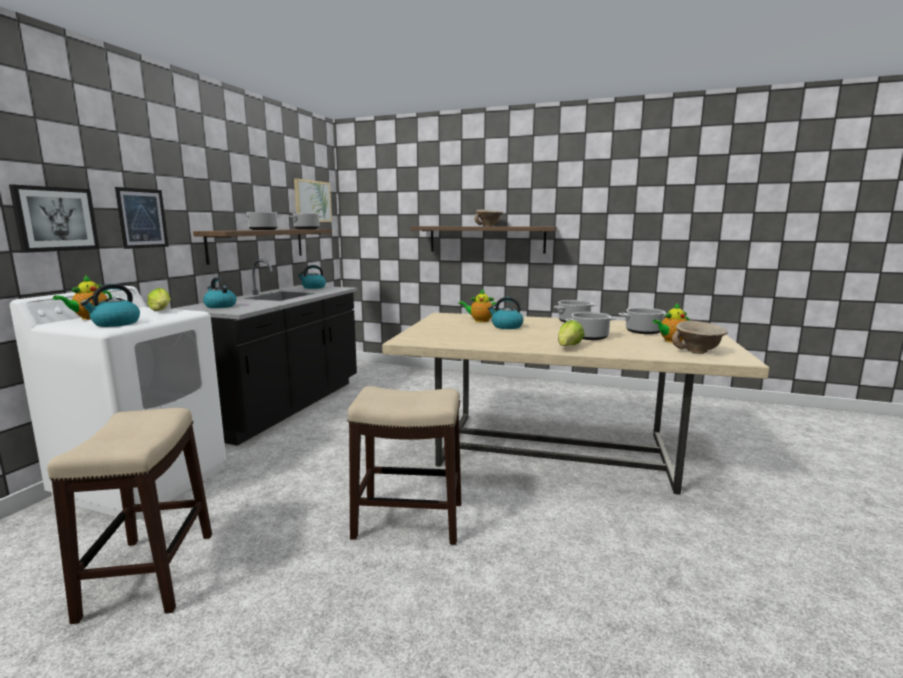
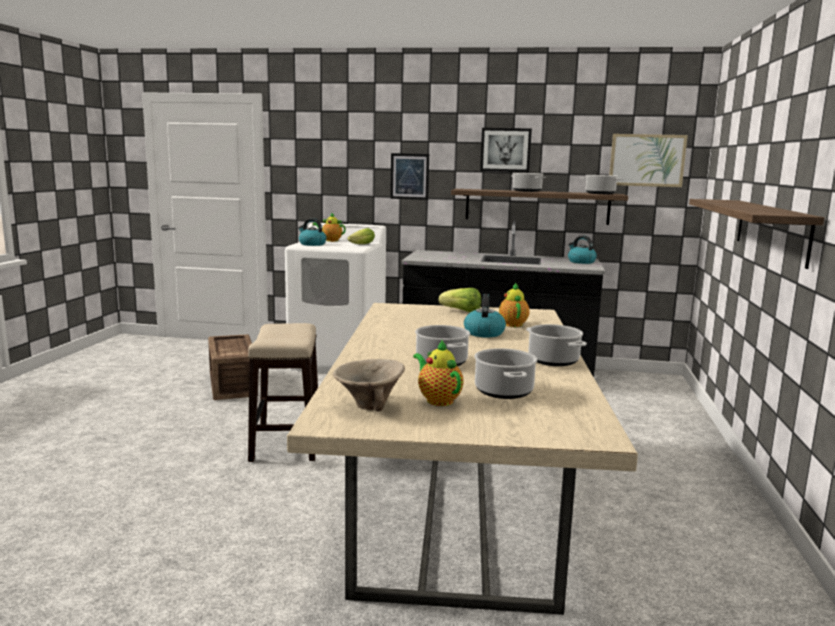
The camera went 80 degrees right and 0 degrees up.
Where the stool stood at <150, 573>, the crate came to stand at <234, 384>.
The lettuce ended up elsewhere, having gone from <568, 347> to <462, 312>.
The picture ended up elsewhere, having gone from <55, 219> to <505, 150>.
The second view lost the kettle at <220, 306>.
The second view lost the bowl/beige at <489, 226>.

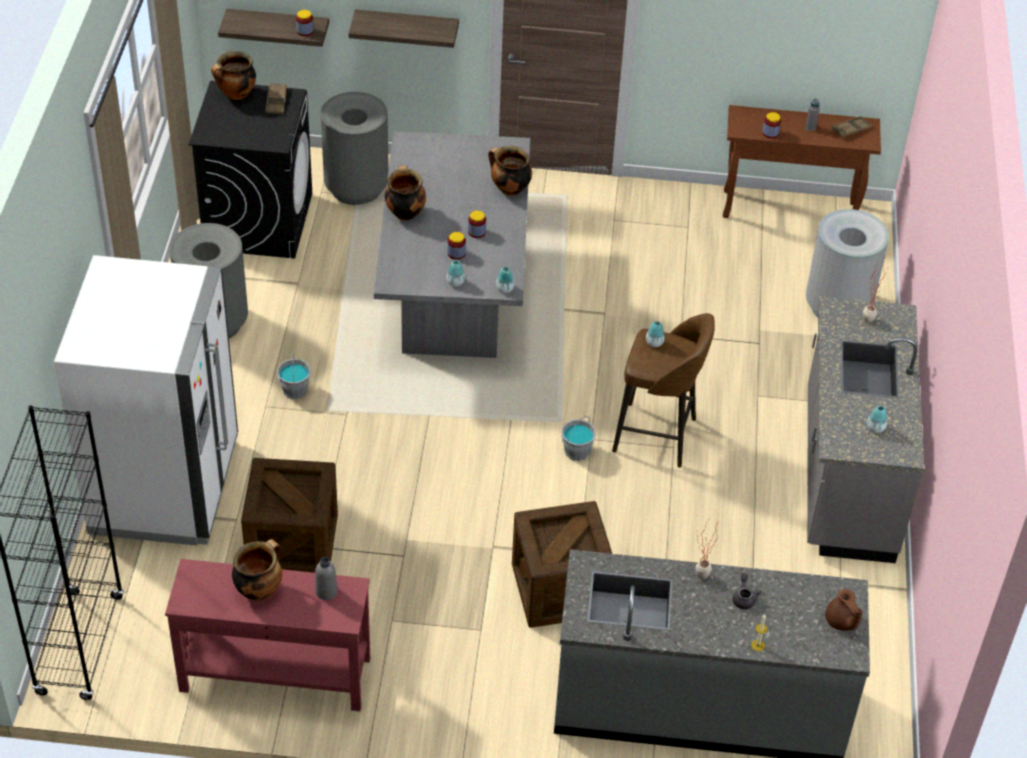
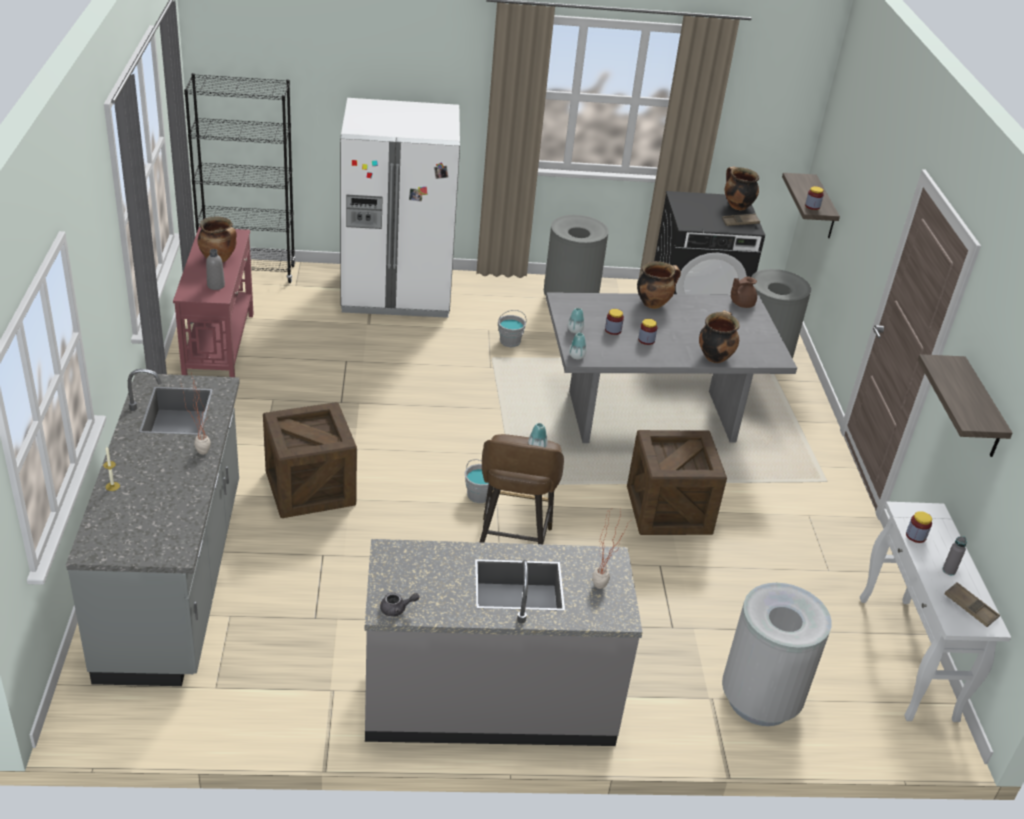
The camera went 80 degrees right and 10 degrees down.
The teapot/grey ended up elsewhere, having gone from <744, 598> to <397, 609>.
The crate ended up elsewhere, having gone from <292, 543> to <668, 510>.
The teapot/brown ended up elsewhere, having gone from <841, 622> to <741, 303>.
What was the console table/brown at <790, 210> turned into the console table/white at <907, 659>.
The shelf ended up elsewhere, having gone from <407, 27> to <981, 410>.
The second view lost the vase at <875, 428>.

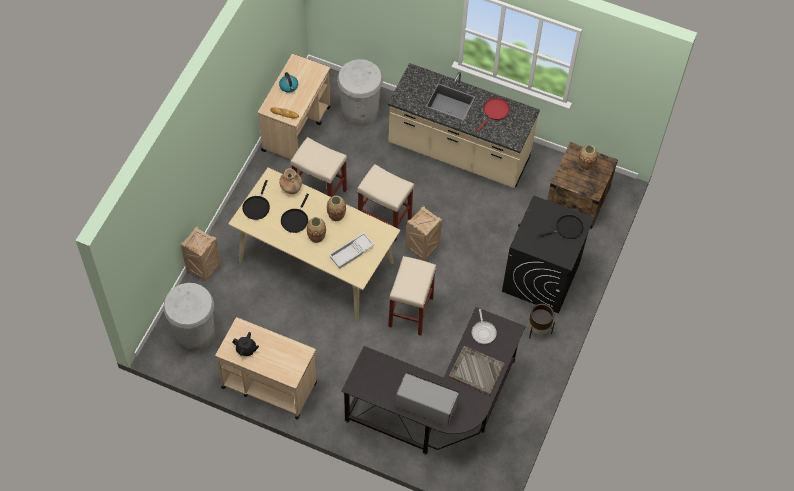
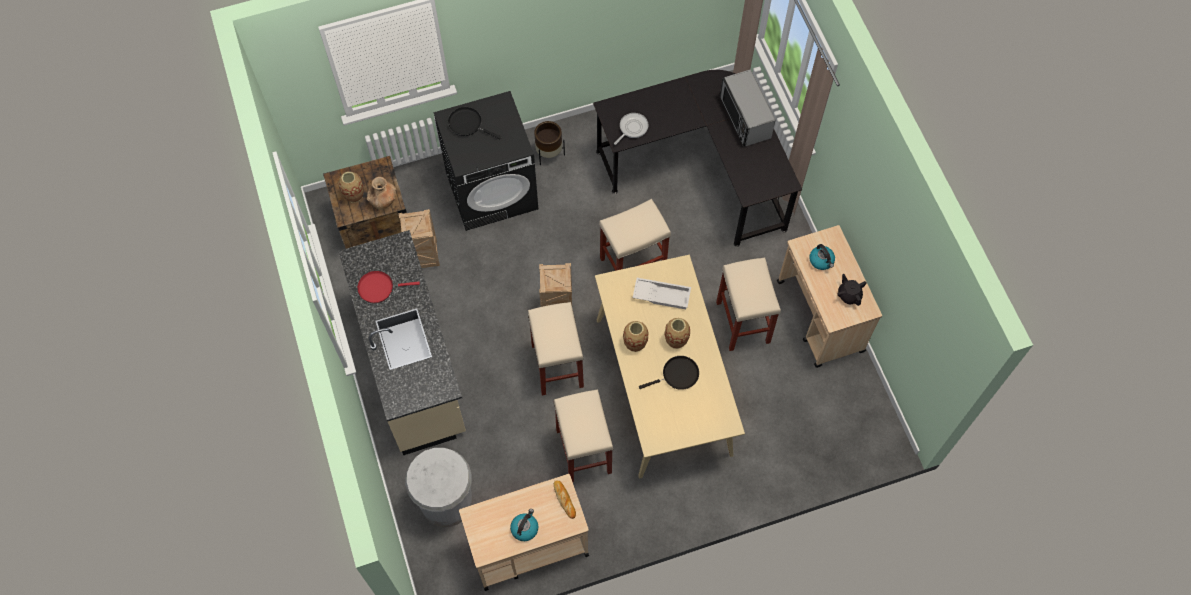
The camera went 130 degrees left and 5 degrees up.
The vase/brown ended up elsewhere, having gone from <291, 188> to <383, 200>.
The crate ended up elsewhere, having gone from <203, 269> to <424, 257>.
The second view gained the stool/beige at <743, 323>.
The second view gained the kettle at <821, 261>.
The second view lost the trash can/white at <194, 333>.
The second view lost the frying pan/black at <256, 207>.
The second view lost the tray/grey at <476, 370>.

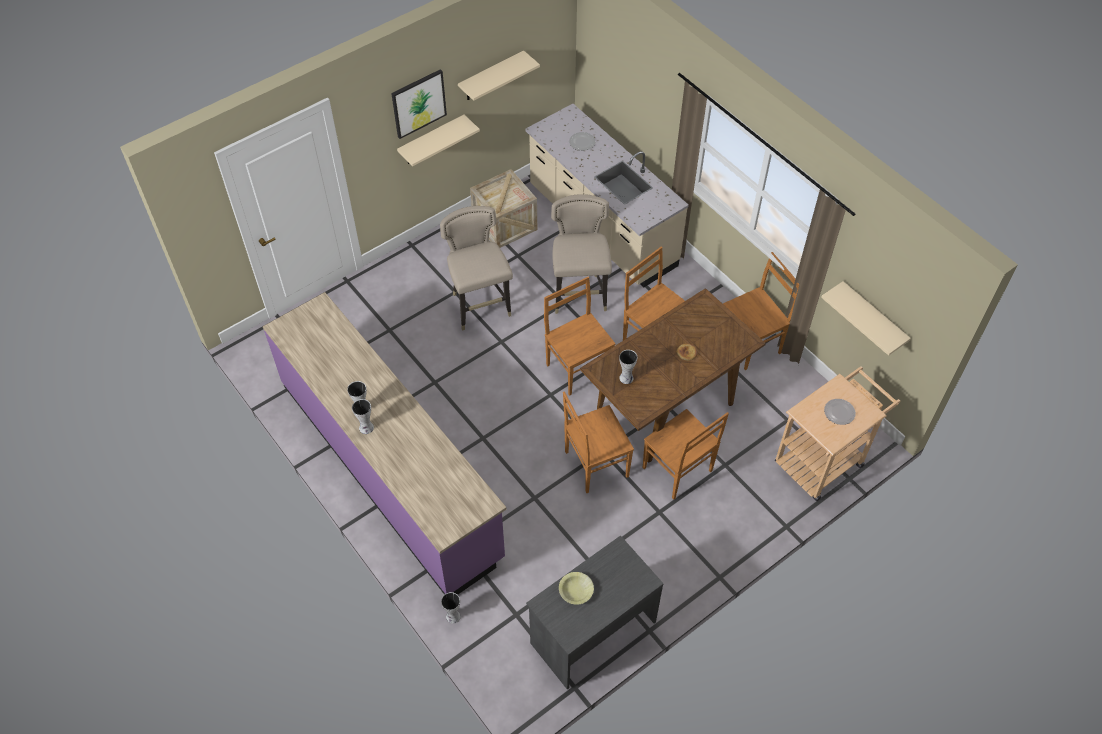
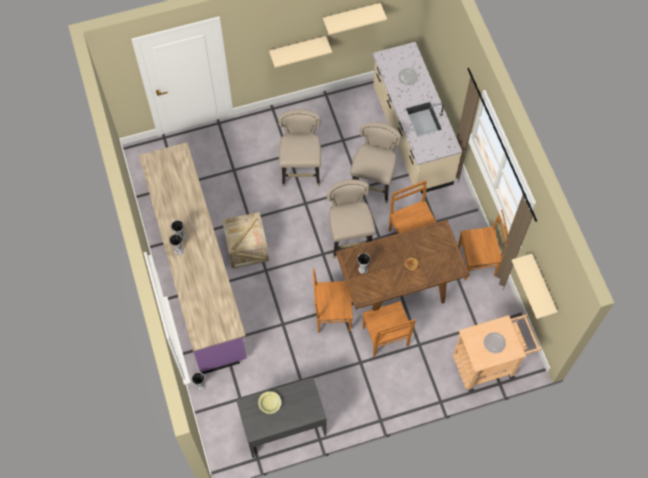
The camera went 20 degrees right and 10 degrees up.
The crate ended up elsewhere, having gone from <504, 224> to <246, 248>.
Where the chair/brown stood at <577, 368>, the stool/beige came to stand at <349, 240>.
The second view lost the picture at <418, 103>.

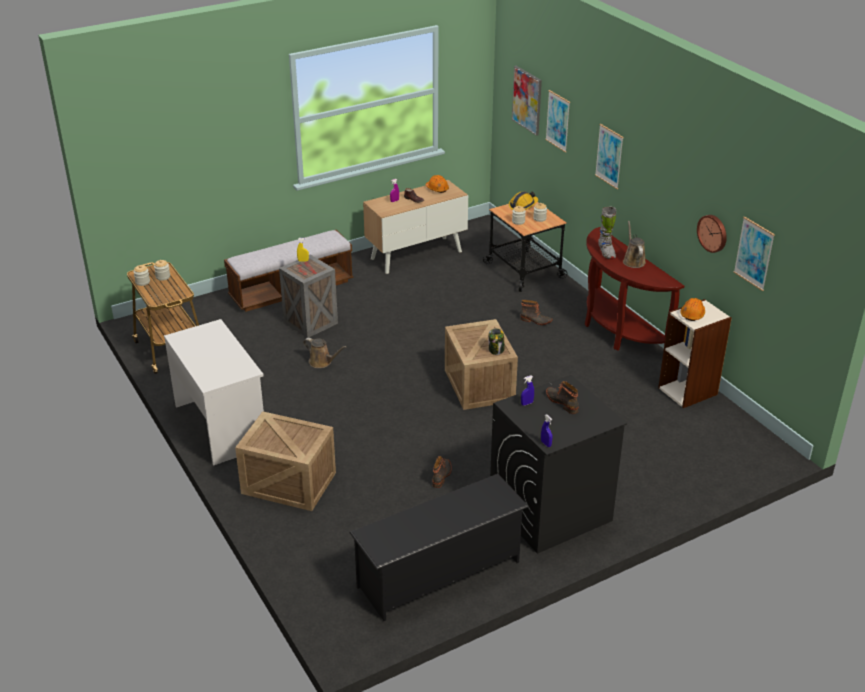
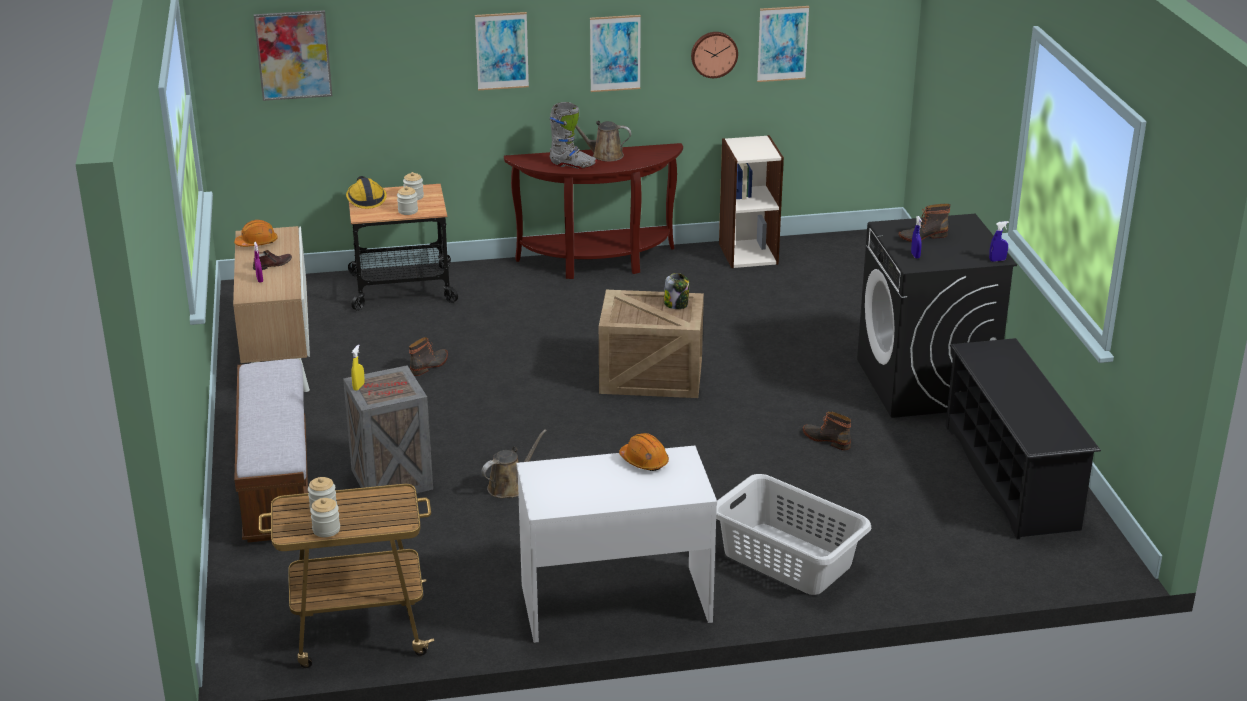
The camera went 70 degrees left and 5 degrees down.
The boot ended up elsewhere, having gone from <536, 321> to <430, 365>.
The picture ended up elsewhere, having gone from <558, 121> to <615, 53>.
The hard hat/orange ended up elsewhere, having gone from <692, 314> to <644, 461>.
Where the crate stood at <290, 483>, the laundry basket/grey came to stand at <787, 558>.

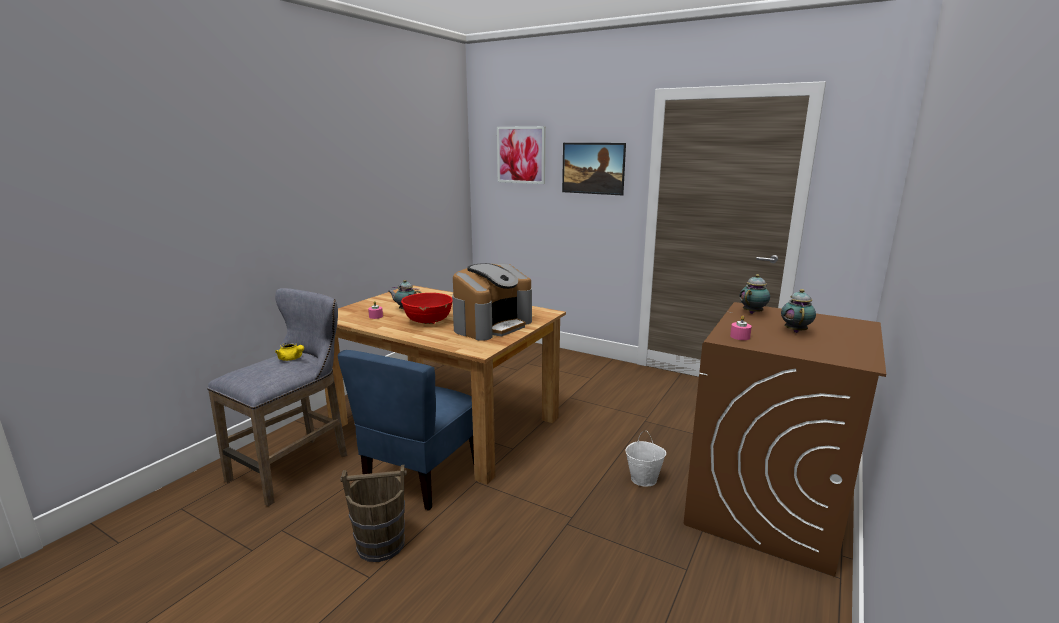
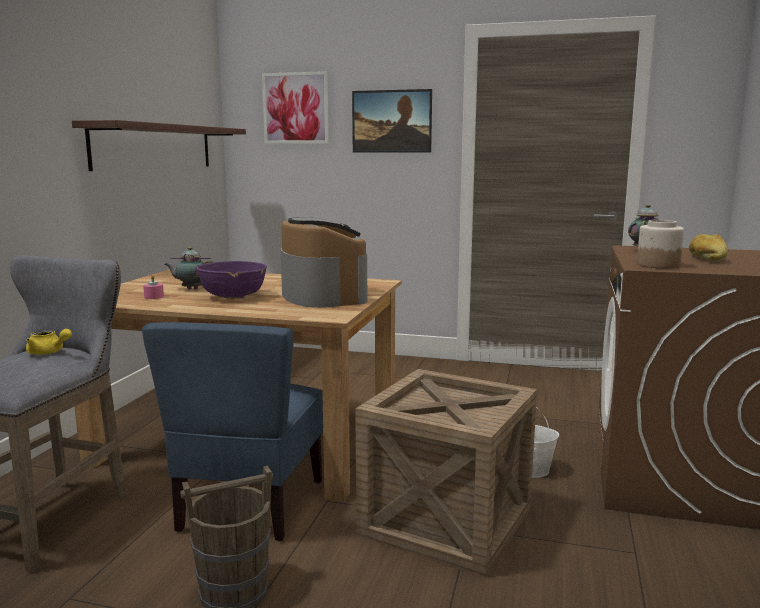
The camera went 15 degrees left and 5 degrees down.
The second view gained the shelf at <155, 147>.
What was the bowl/red at <428, 321> turned into the bowl/purple at <233, 297>.
The coffee machine at <492, 325> ended up facing another way, 45 degrees counterclockwise from before.
The second view gained the crate at <446, 522>.
Where the candle/pink stood at <740, 336>, the jar came to stand at <657, 265>.
Where the teapot stood at <795, 331>, the bread came to stand at <706, 259>.

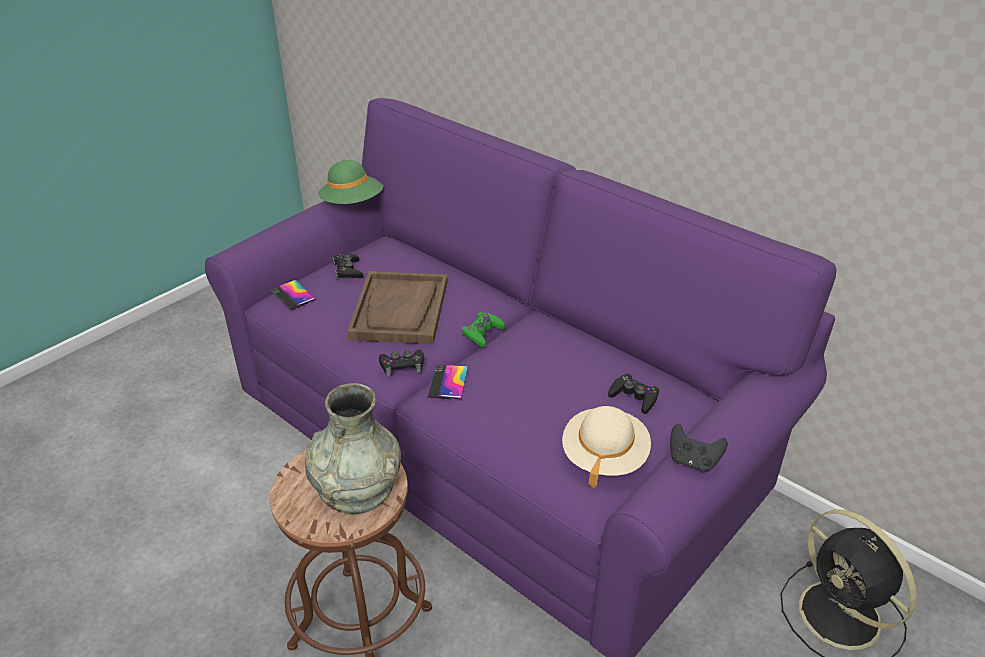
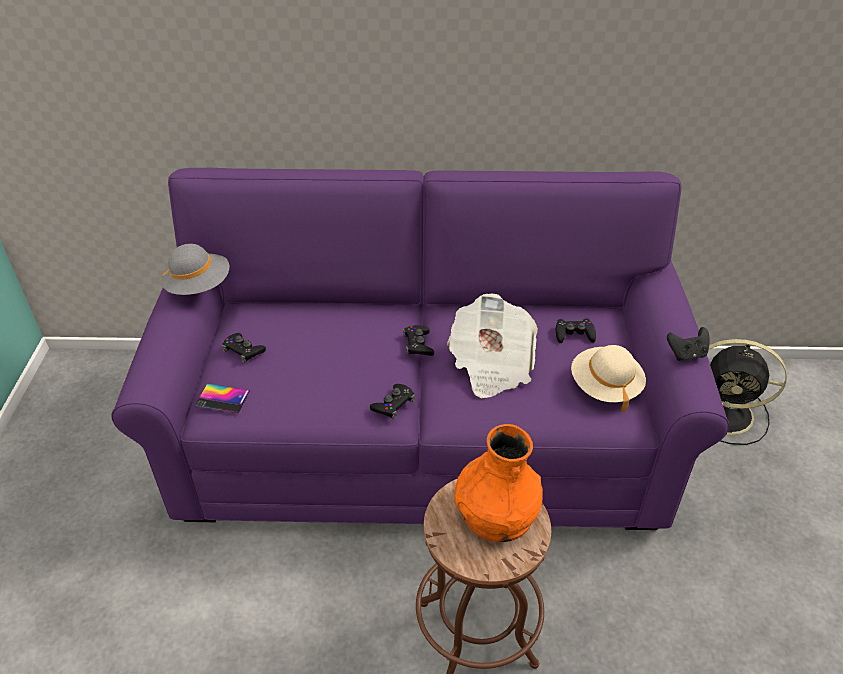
The camera went 40 degrees left and 5 degrees up.
What was the hat/green at <352, 204> turned into the hat/grey at <199, 286>.
What was the game controller/green at <482, 333> turned into the game controller/black at <418, 344>.
The second view gained the newspaper at <491, 365>.
What was the vase/grey at <356, 485> turned into the vase/orange at <496, 513>.
The second view lost the tray/brown at <400, 310>.
The second view lost the phone at <448, 382>.

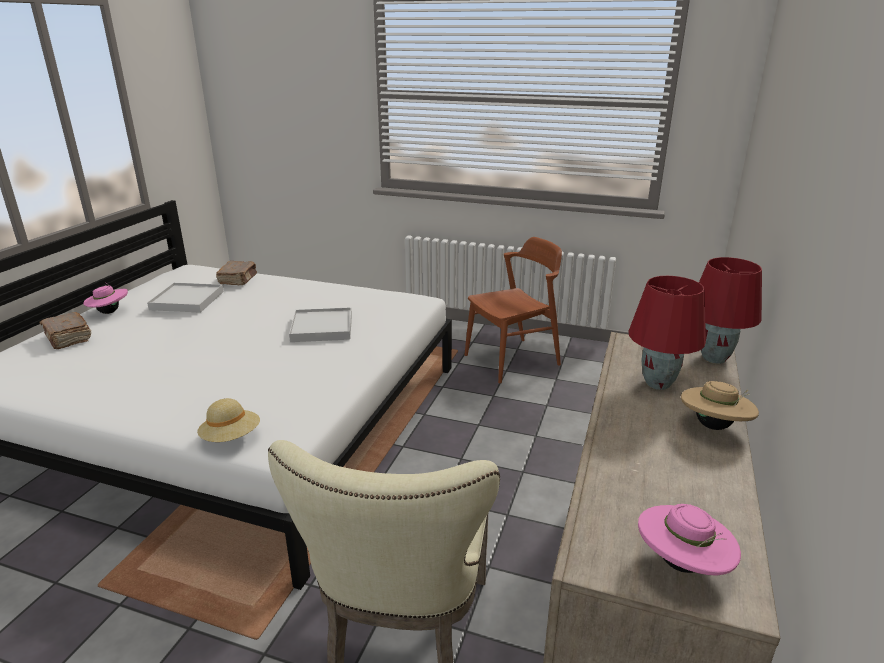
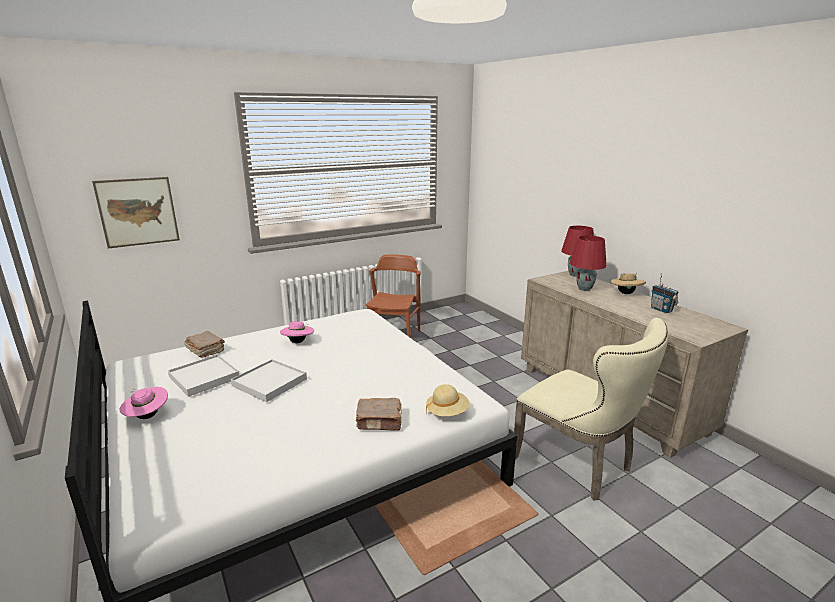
The camera went 50 degrees left and 5 degrees down.
The second view gained the picture at <138, 212>.
The tray/white ended up elsewhere, having gone from <322, 328> to <269, 382>.
The hat/pink ended up elsewhere, having gone from <682, 565> to <298, 342>.
The book/brown ended up elsewhere, having gone from <68, 338> to <380, 422>.
The second view gained the radio at <661, 310>.

